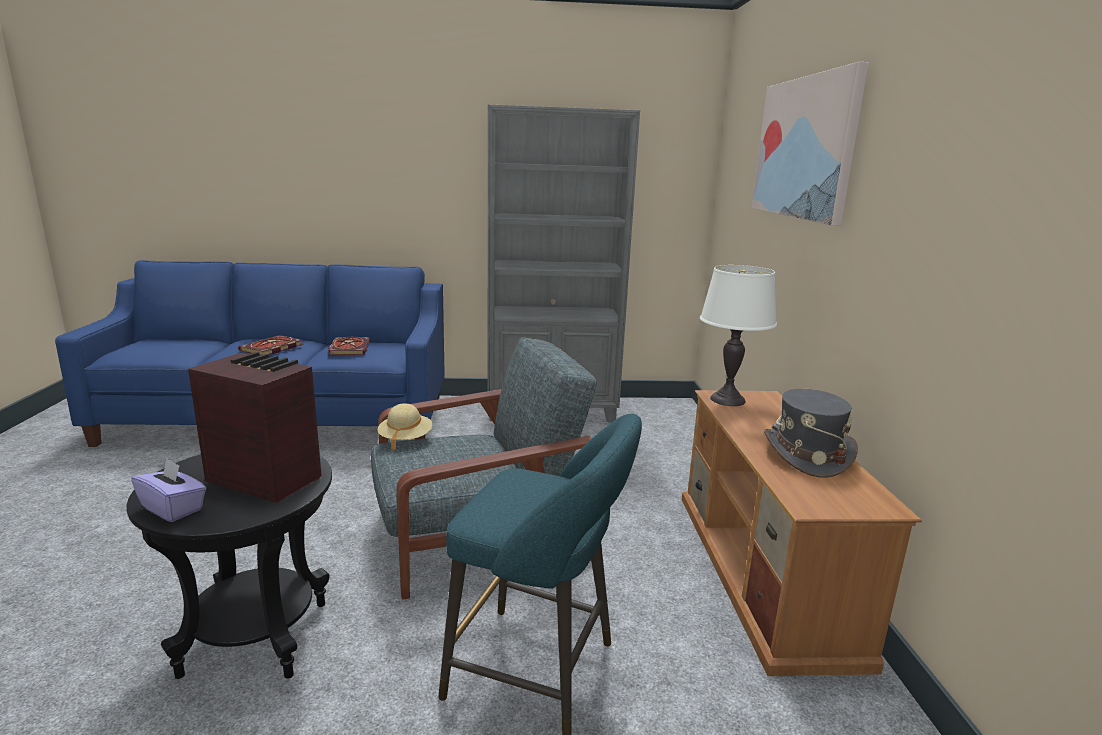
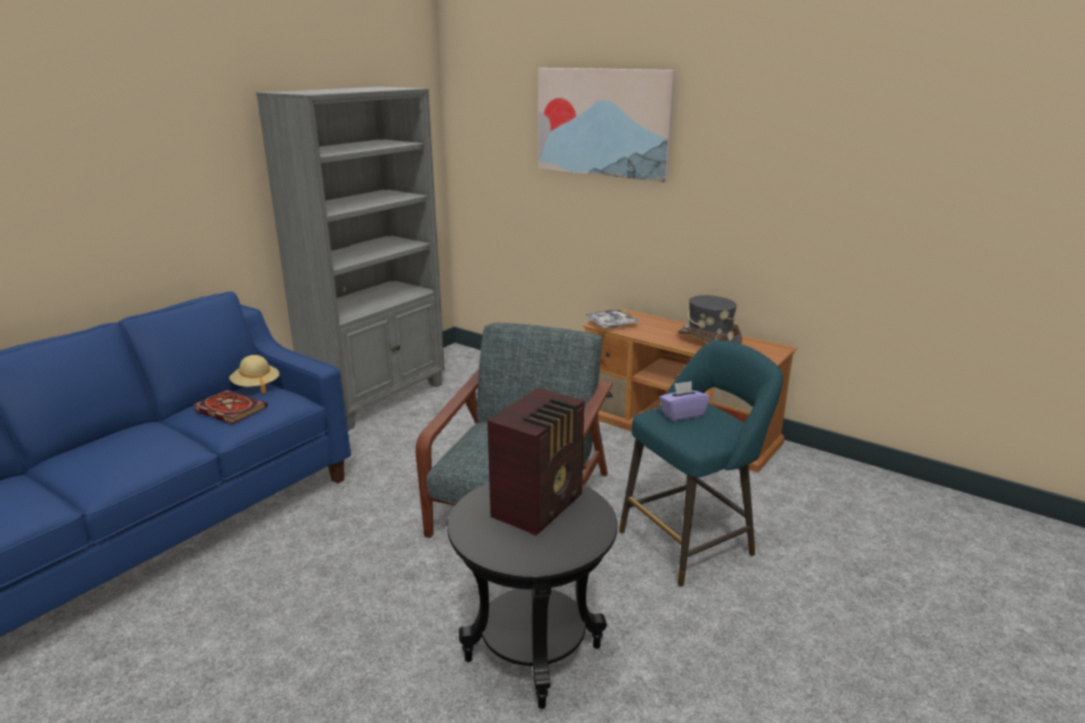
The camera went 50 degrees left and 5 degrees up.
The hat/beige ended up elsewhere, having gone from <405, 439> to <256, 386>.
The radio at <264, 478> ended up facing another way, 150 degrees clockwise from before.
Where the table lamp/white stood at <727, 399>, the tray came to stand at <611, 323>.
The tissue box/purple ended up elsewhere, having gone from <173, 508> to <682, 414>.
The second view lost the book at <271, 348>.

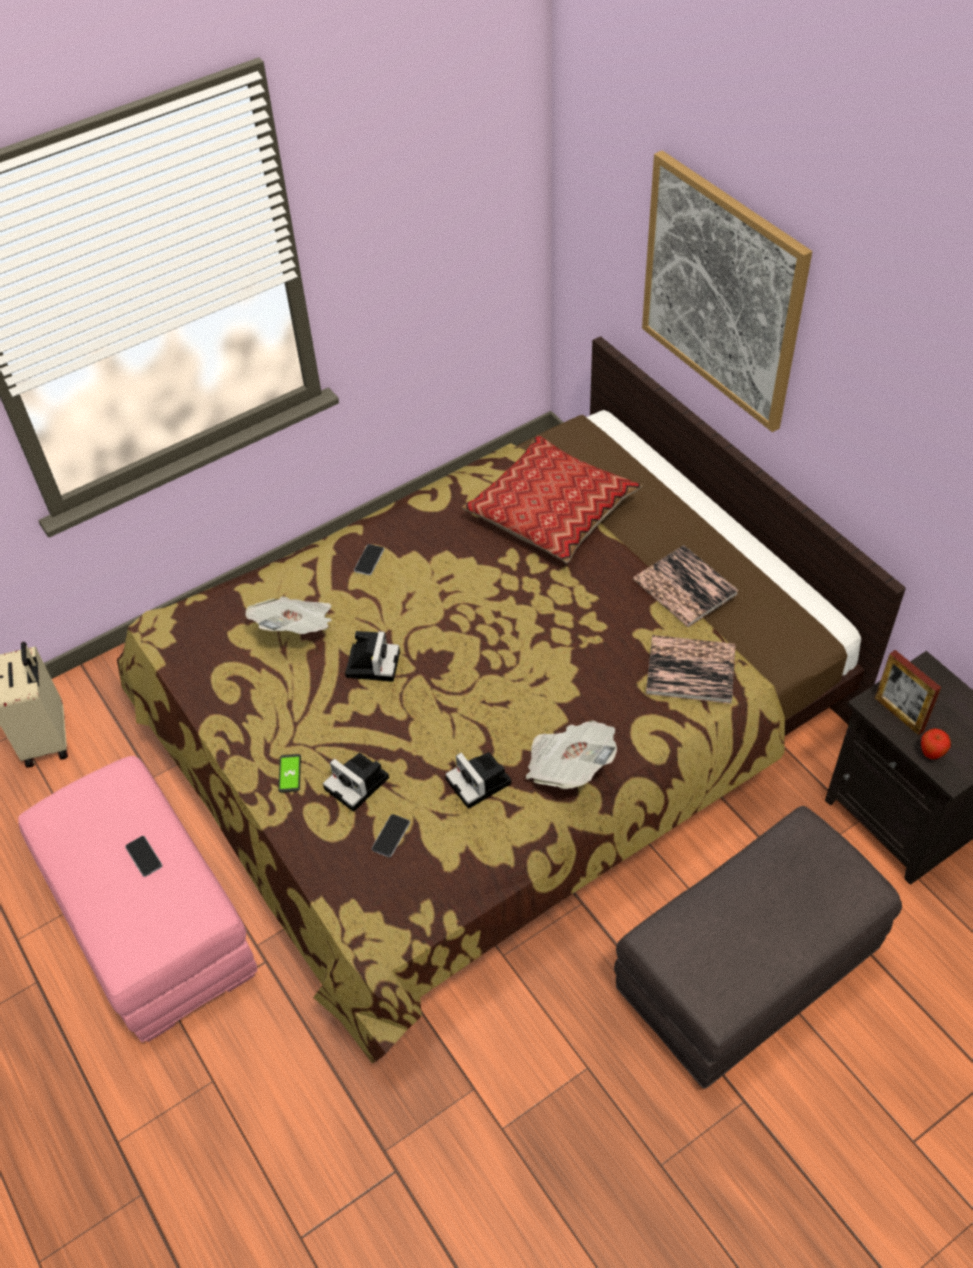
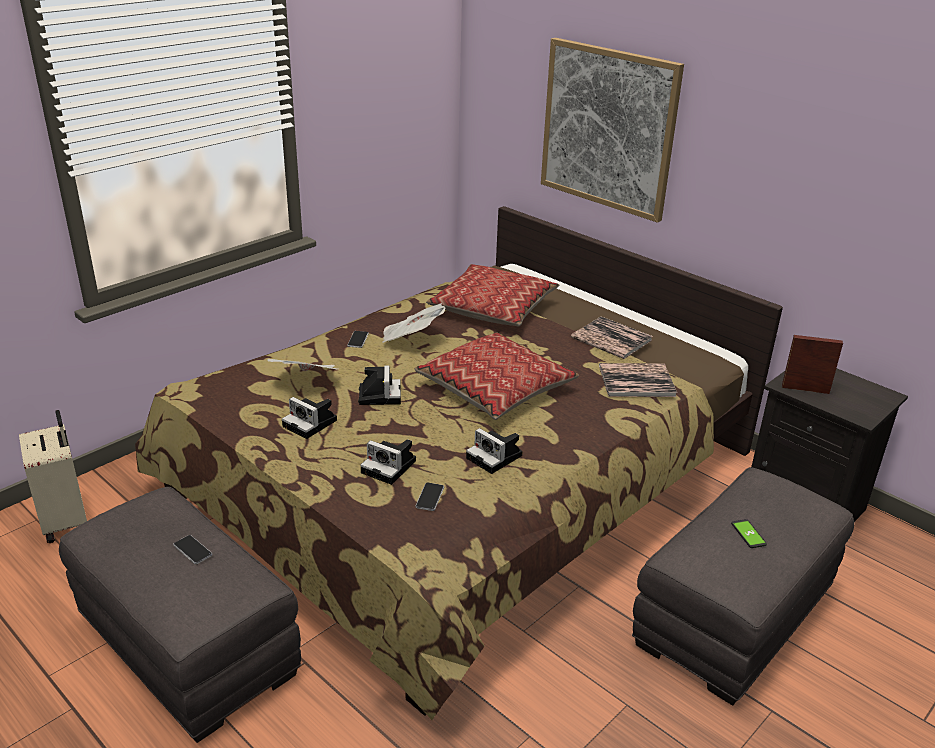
The camera went 15 degrees left and 20 degrees down.
What was the ottoman/pink at <155, 924> turned into the ottoman/grey at <190, 646>.
The second view gained the photo camera at <312, 423>.
The newspaper ended up elsewhere, having gone from <568, 766> to <411, 338>.
The second view gained the pillow at <495, 388>.
The phone ended up elsewhere, having gone from <289, 773> to <748, 534>.
The picture frame at <899, 714> ended up facing another way, 150 degrees clockwise from before.
The second view lost the apple at <931, 753>.

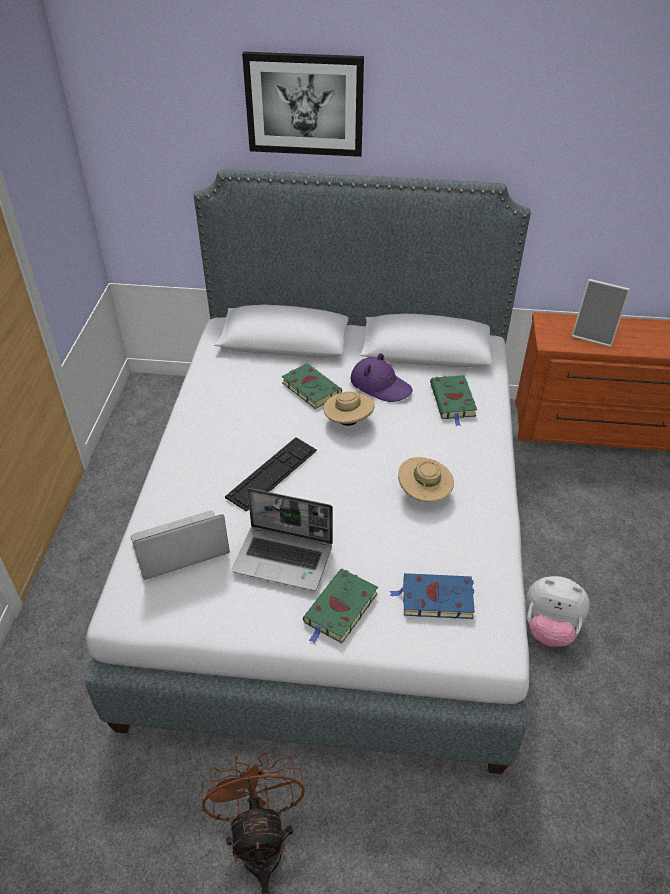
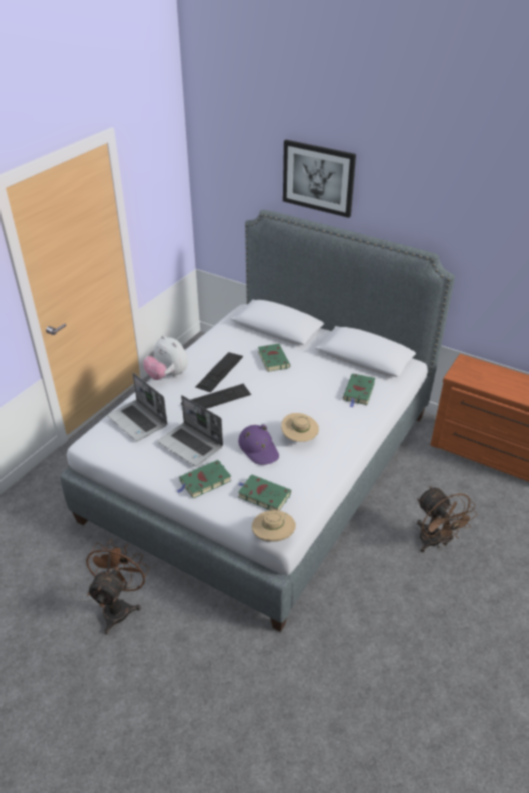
The camera went 25 degrees right and 5 degrees down.
The laptop at <179, 548> ended up facing another way, 135 degrees counterclockwise from before.
The plush toy ended up elsewhere, having gone from <549, 628> to <167, 376>.
The second view gained the keyboard at <219, 371>.
The hat/purple ended up elsewhere, having gone from <380, 385> to <259, 448>.
What was the book/blue at <435, 599> turned into the book/green at <263, 495>.
The hat/beige ended up elsewhere, having gone from <348, 421> to <273, 536>.
The second view gained the fan/brown at <435, 542>.
The second view lost the picture frame at <594, 335>.

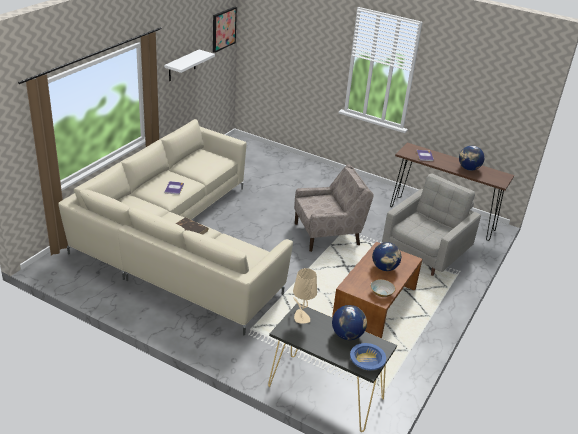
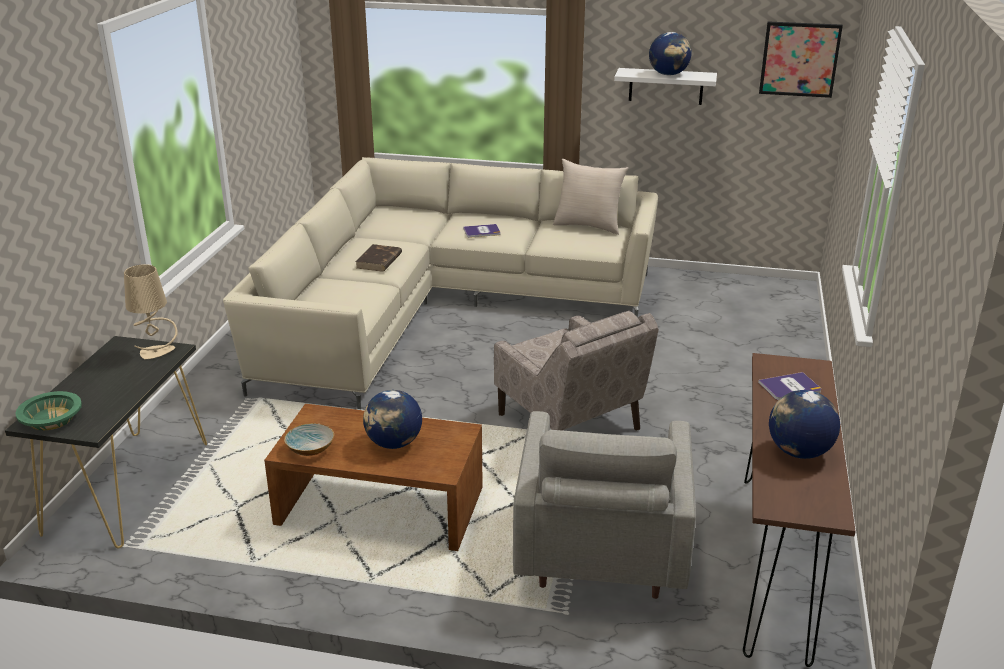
The camera went 75 degrees right and 5 degrees down.
What was the bowl/blue at <367, 361> turned into the bowl/green at <51, 419>.
The armchair/grey at <426, 253> ended up facing another way, 75 degrees clockwise from before.
The second view gained the pillow/beige at <588, 226>.
The globe ended up elsewhere, having gone from <347, 335> to <668, 74>.

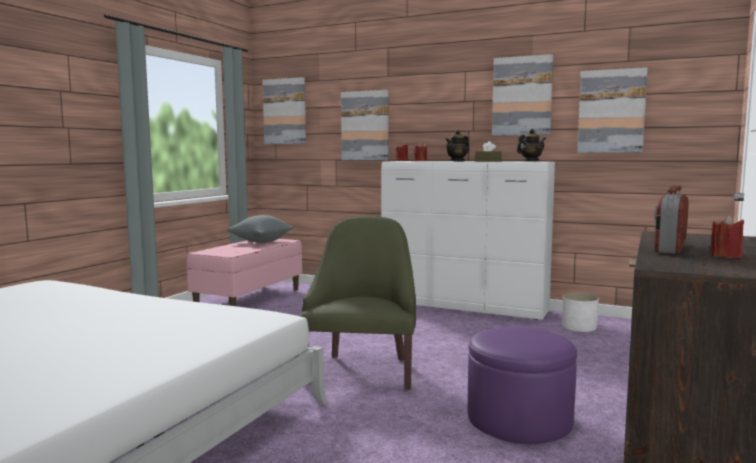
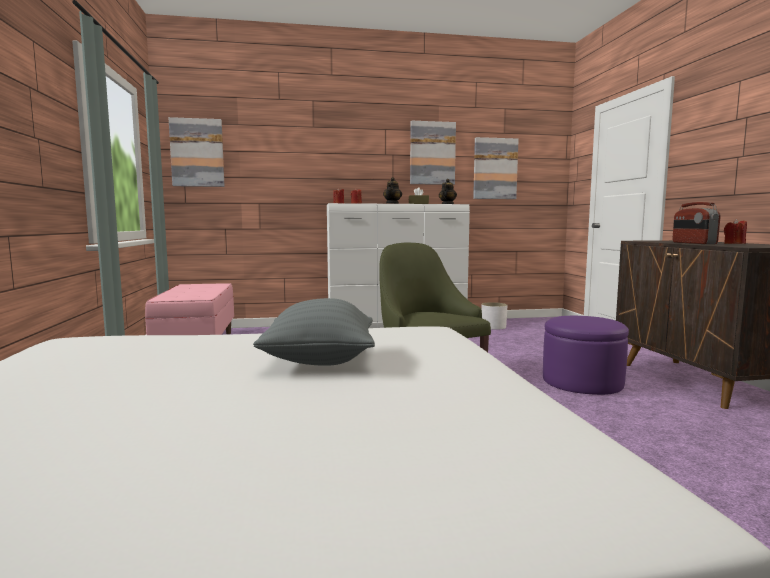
The camera went 35 degrees left and 0 degrees up.
The pillow/grey ended up elsewhere, having gone from <261, 242> to <320, 361>.
The second view lost the picture at <365, 126>.

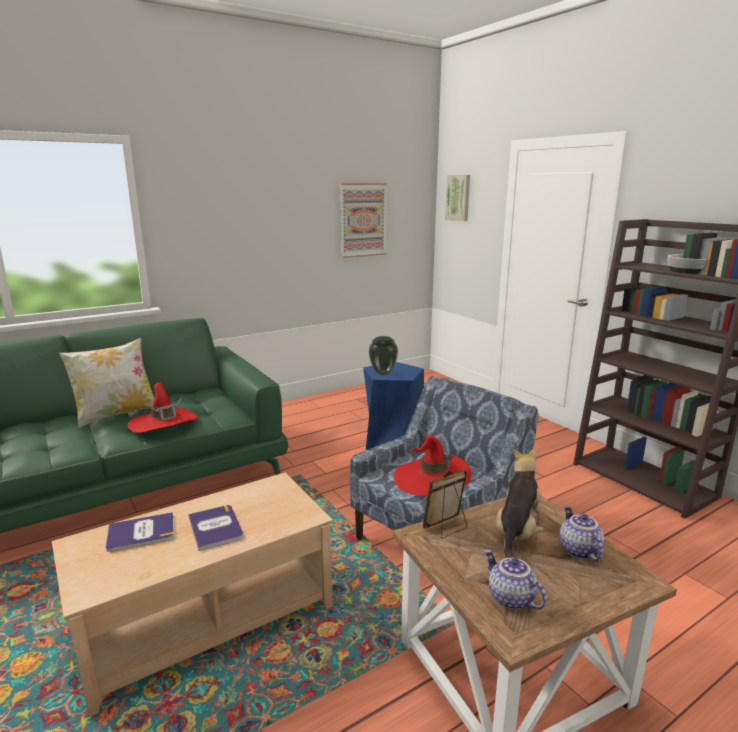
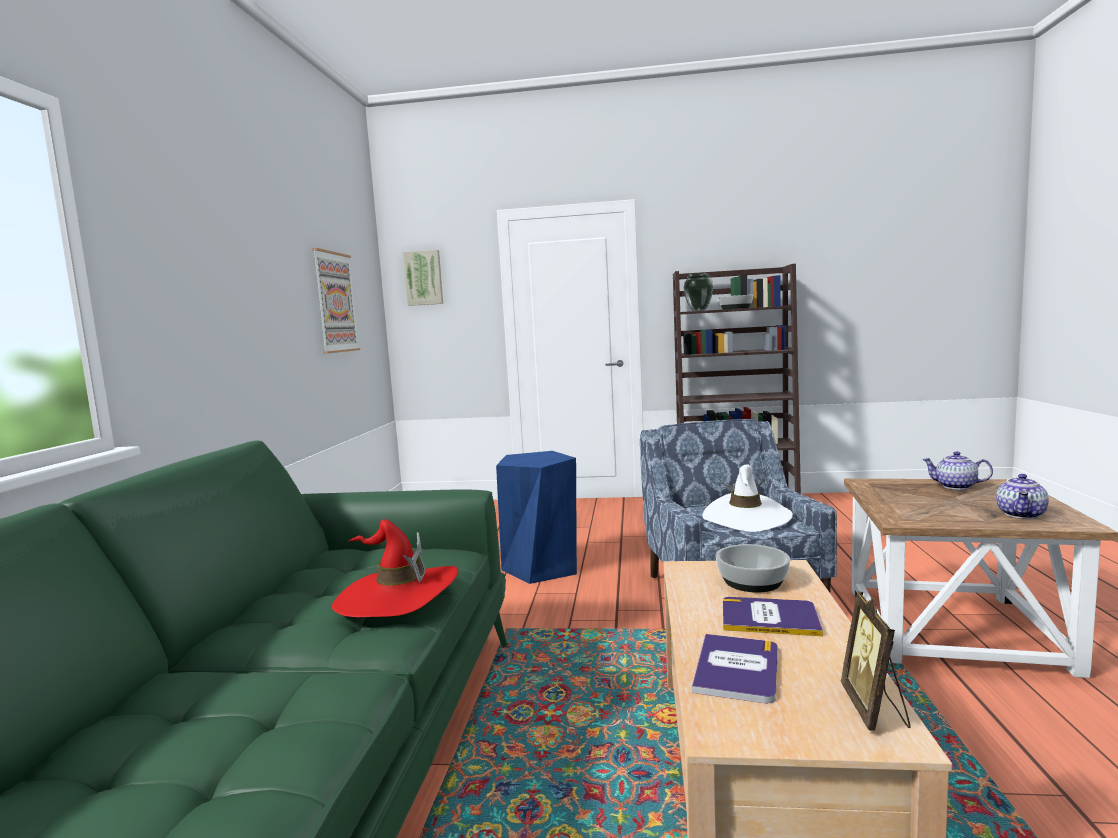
The camera went 50 degrees left and 10 degrees down.
The vase ended up elsewhere, having gone from <382, 373> to <698, 310>.
What was the hat/red at <431, 479> turned into the hat/white at <746, 518>.
The second view gained the bowl at <752, 581>.
The picture frame ended up elsewhere, having gone from <446, 528> to <875, 710>.
The teapot at <510, 598> ended up facing another way, 60 degrees counterclockwise from before.
The second view lost the pillow at <116, 414>.
The second view lost the plush toy at <517, 533>.

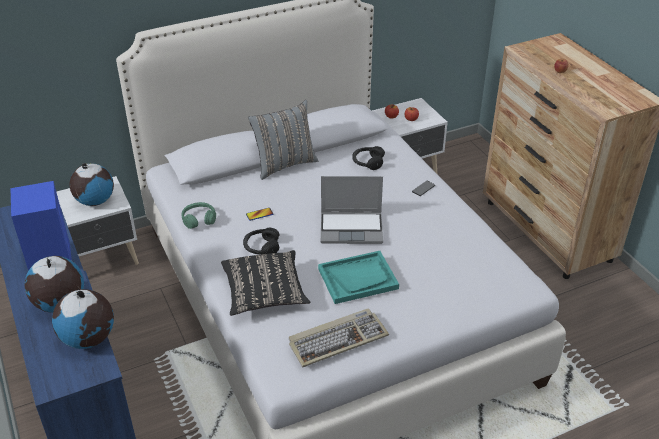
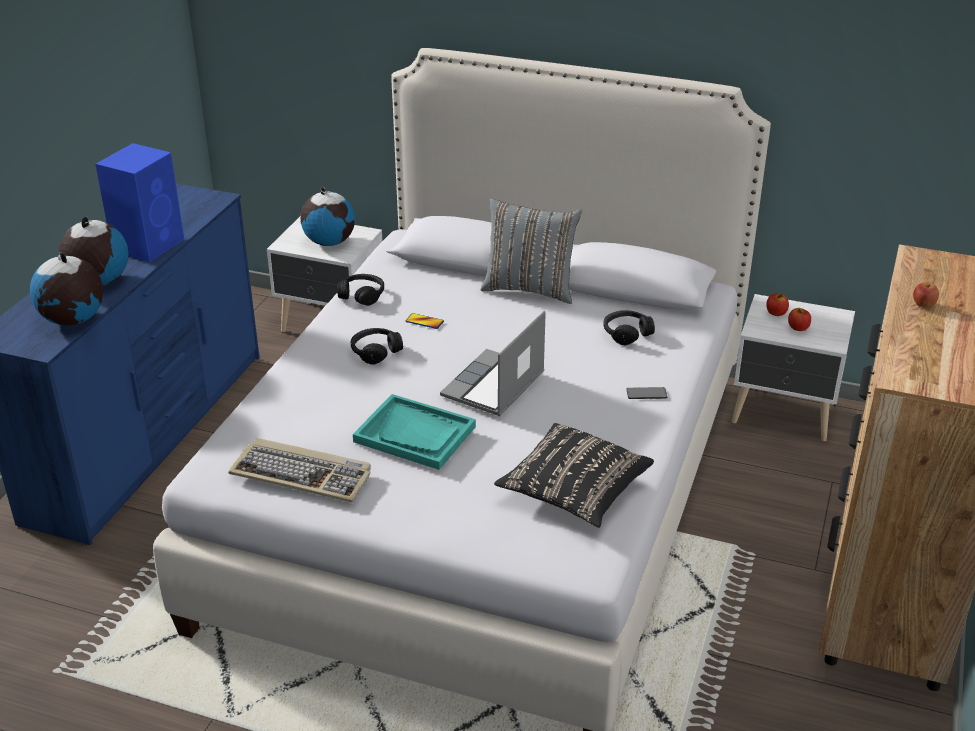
The camera went 45 degrees right and 5 degrees down.
What was the headphones/green at <199, 219> turned into the headphones/black at <362, 295>.
The laptop at <352, 228> ended up facing another way, 75 degrees clockwise from before.
The pillow/black ended up elsewhere, having gone from <264, 293> to <574, 492>.

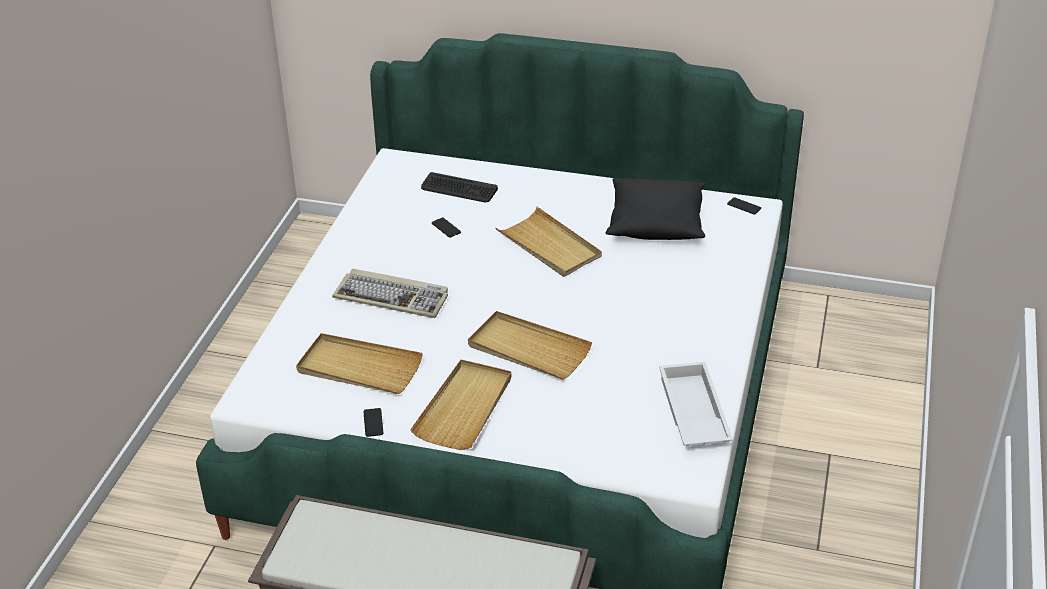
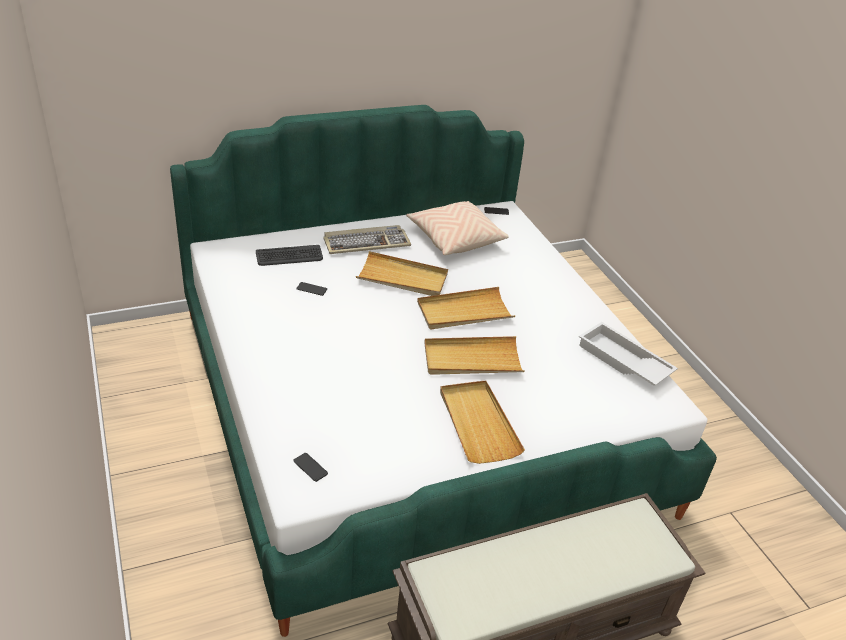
The camera went 40 degrees left and 0 degrees up.
The phone ended up elsewhere, having gone from <373, 423> to <310, 467>.
The keyboard ended up elsewhere, having gone from <392, 297> to <366, 242>.
What was the pillow/black at <655, 223> turned into the pillow/beige at <454, 239>.
The tray/beige ended up elsewhere, having gone from <359, 368> to <464, 312>.

